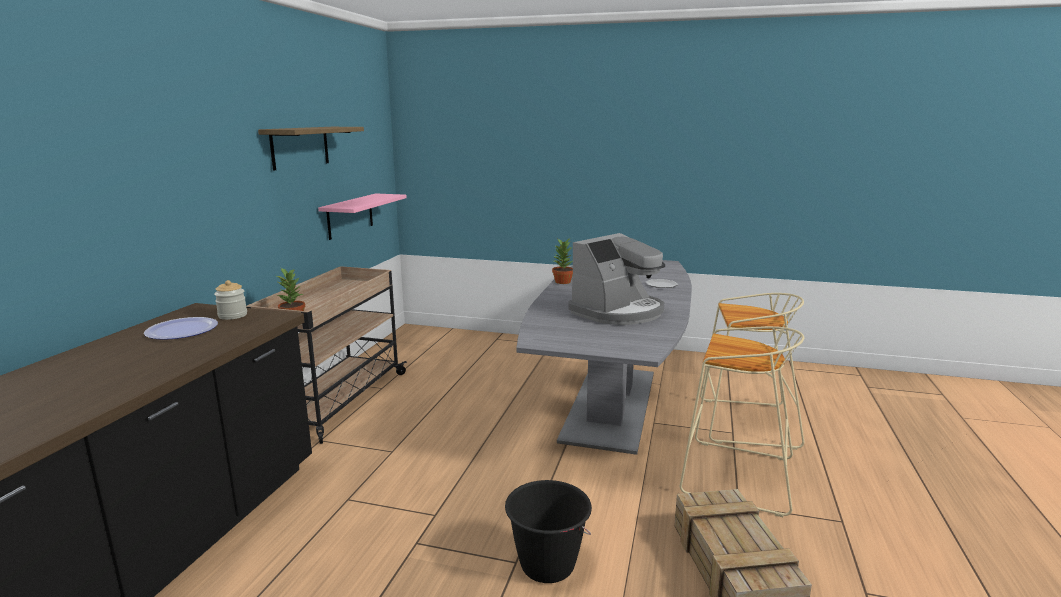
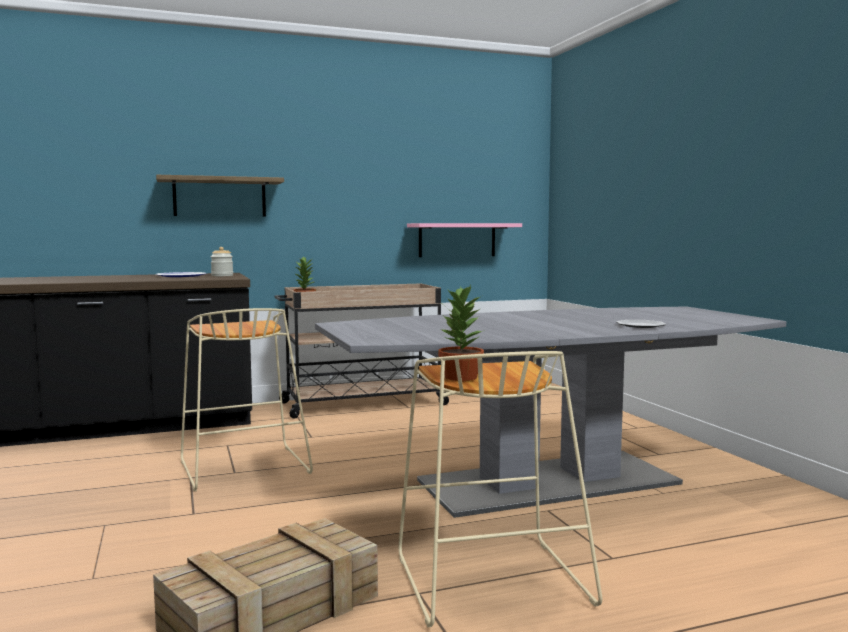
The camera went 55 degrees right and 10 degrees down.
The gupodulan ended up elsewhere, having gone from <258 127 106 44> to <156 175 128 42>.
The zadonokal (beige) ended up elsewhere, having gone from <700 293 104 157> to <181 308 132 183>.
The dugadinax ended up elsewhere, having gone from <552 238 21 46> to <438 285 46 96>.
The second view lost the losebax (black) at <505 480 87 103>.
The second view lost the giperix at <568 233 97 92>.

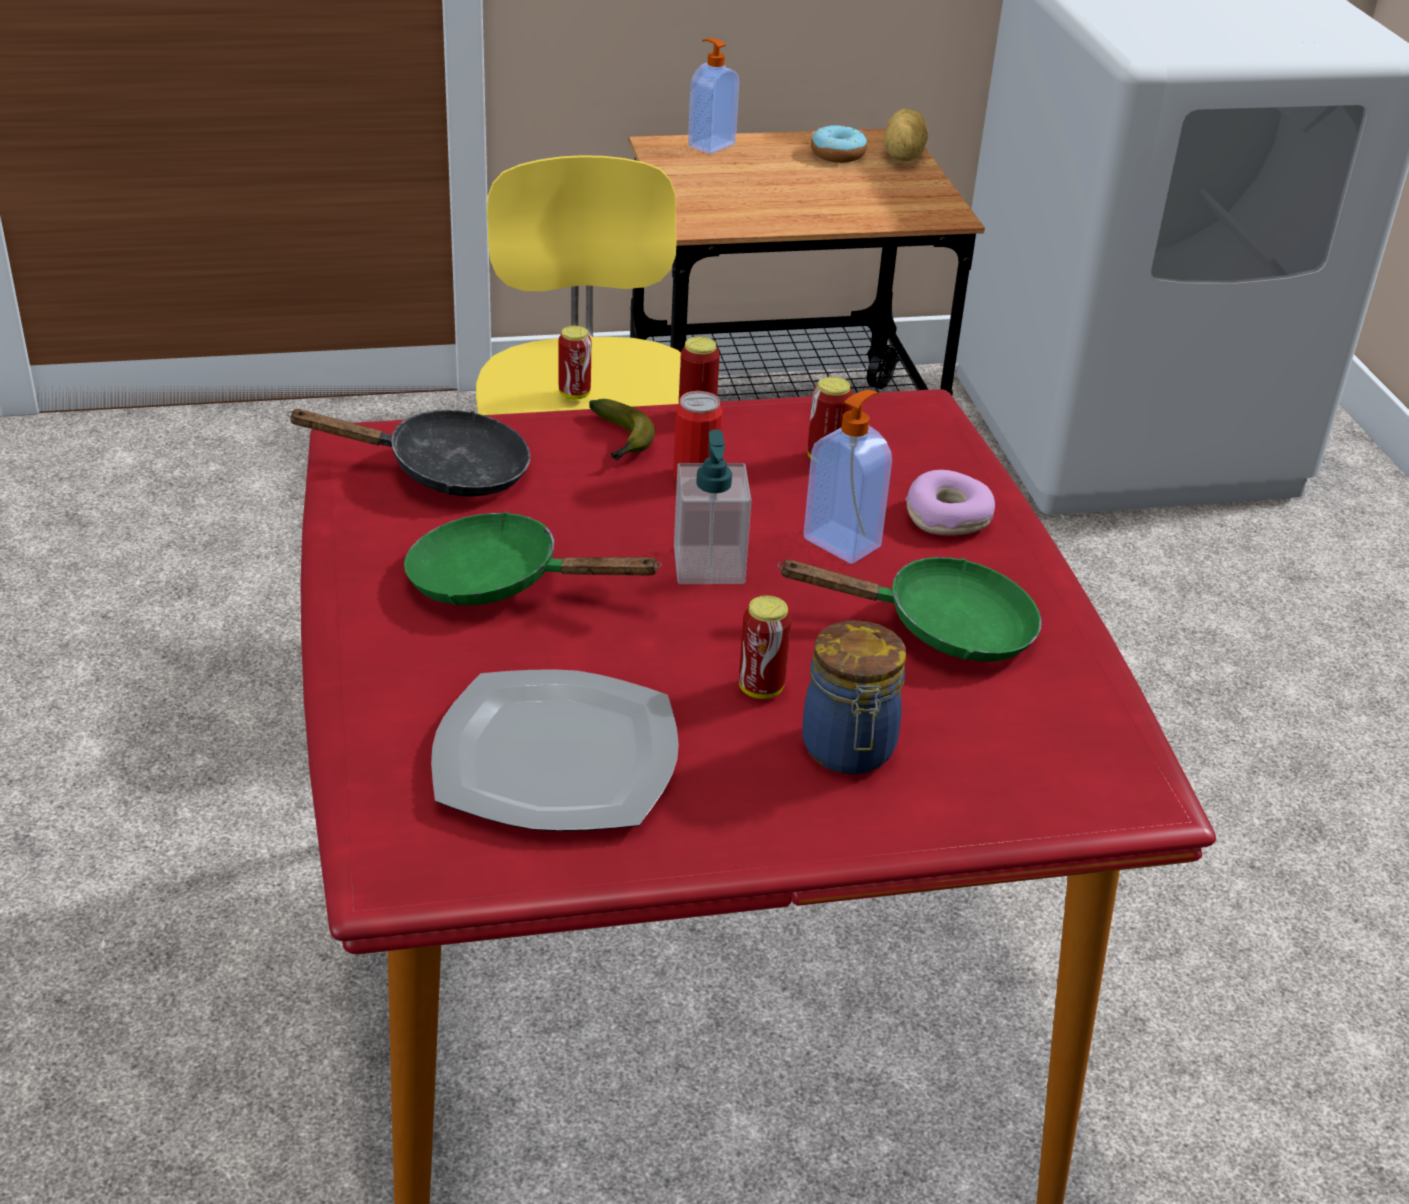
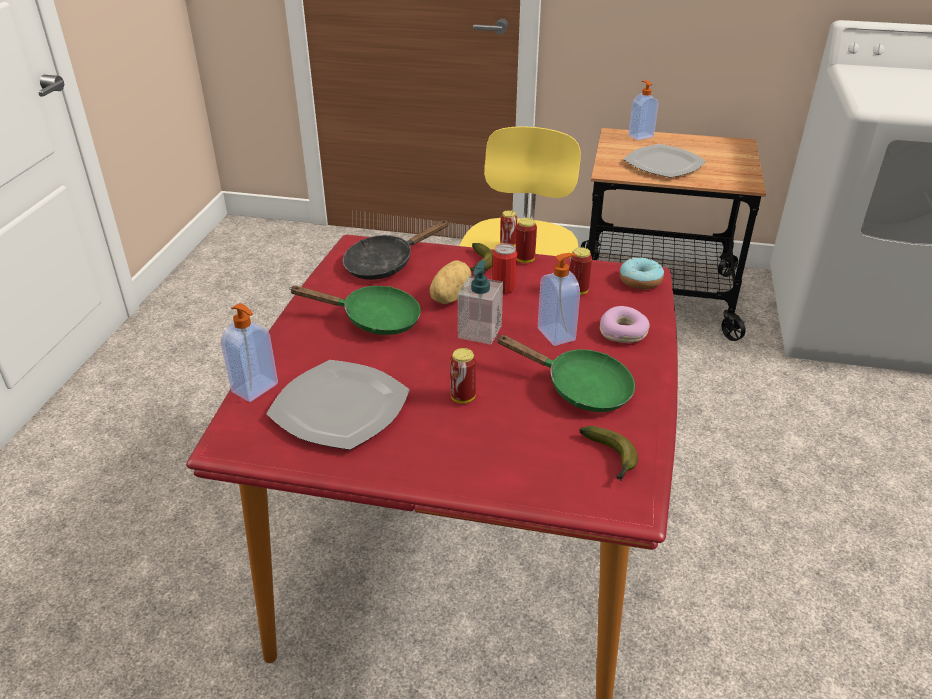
The camera went 25 degrees right and 0 degrees up.
The second view gained the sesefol at <221 303 57 99>.
The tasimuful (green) at <404 511 258 94> ended up facing another way, 150 degrees clockwise from before.
The tasimuful (black) at <287 409 244 88> ended up facing another way, 120 degrees clockwise from before.
The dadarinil ended up elsewhere, having gone from <883 109 45 52> to <430 260 41 44>.
The second view gained the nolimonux at <579 426 59 55>.
The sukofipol ended up elsewhere, having gone from <811 125 56 38> to <619 257 45 33>.
The second view gained the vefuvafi at <623 144 83 34>.
The second view lost the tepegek at <802 620 104 154>.

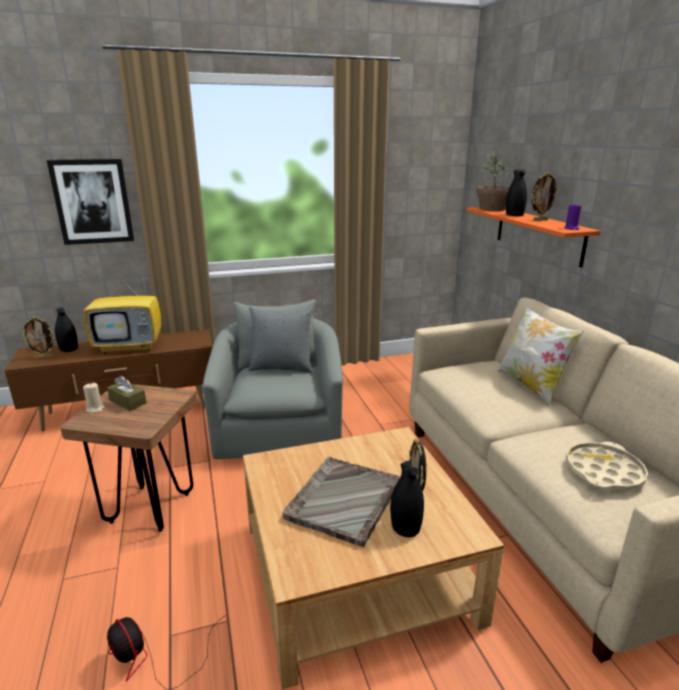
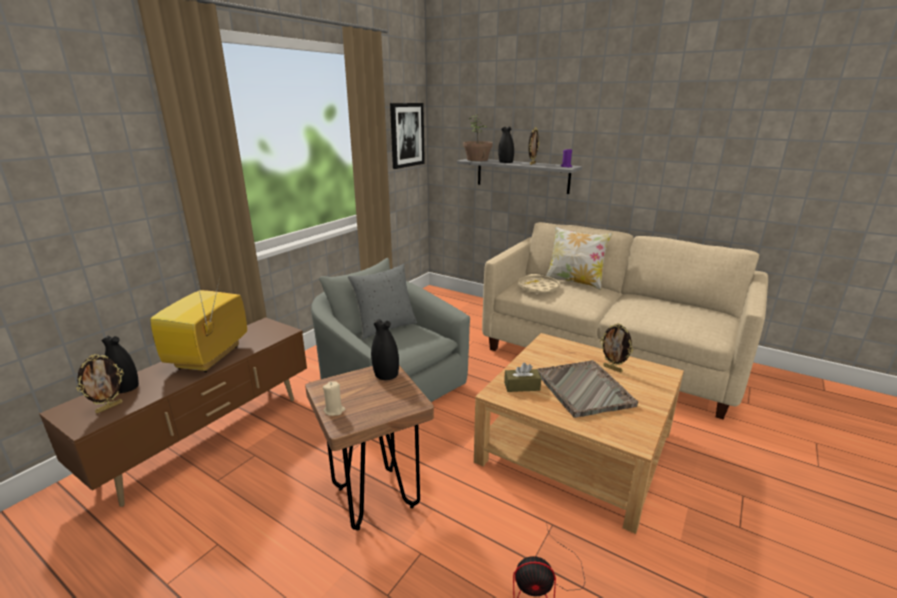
The camera went 40 degrees left and 0 degrees up.
The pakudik at <84 266 77 88> ended up facing another way, 150 degrees clockwise from before.
The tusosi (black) ended up elsewhere, having gone from <390 461 34 76> to <371 319 28 61>.
The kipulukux ended up elsewhere, having gone from <47 159 87 86> to <390 103 35 66>.
What was the gupodulan (orange) at <466 207 135 60> turned into the gupodulan (grey) at <457 159 125 35>.
The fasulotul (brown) ended up elsewhere, having gone from <107 375 39 36> to <504 363 37 29>.
The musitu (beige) ended up elsewhere, having gone from <566 442 82 49> to <518 274 42 19>.

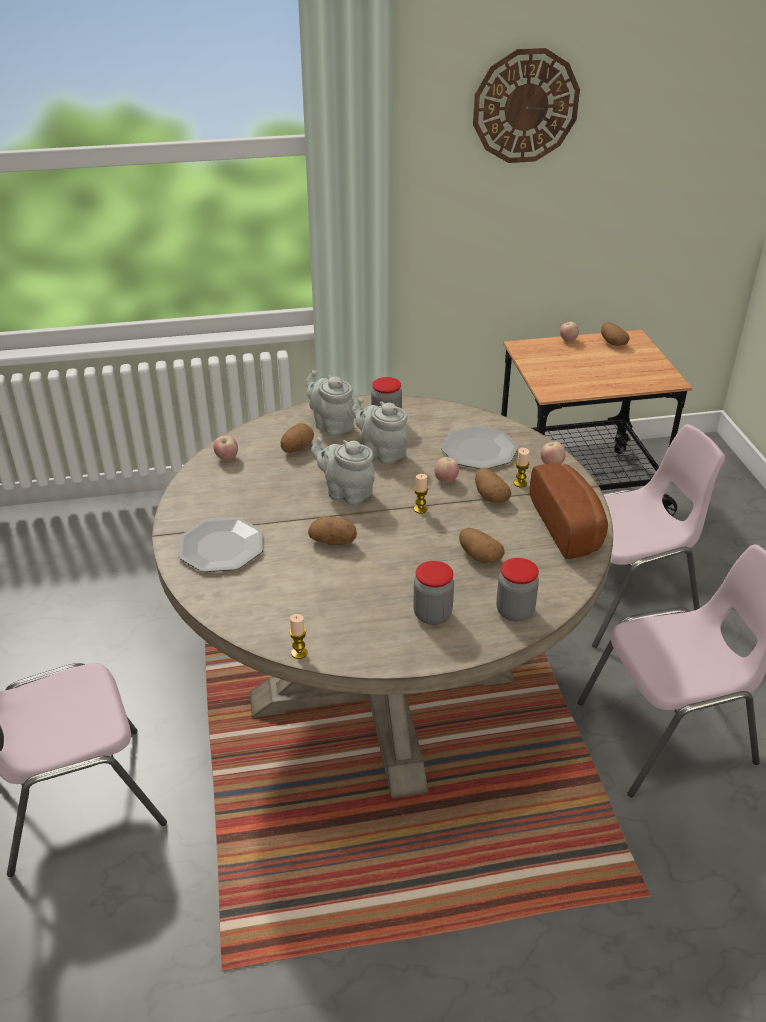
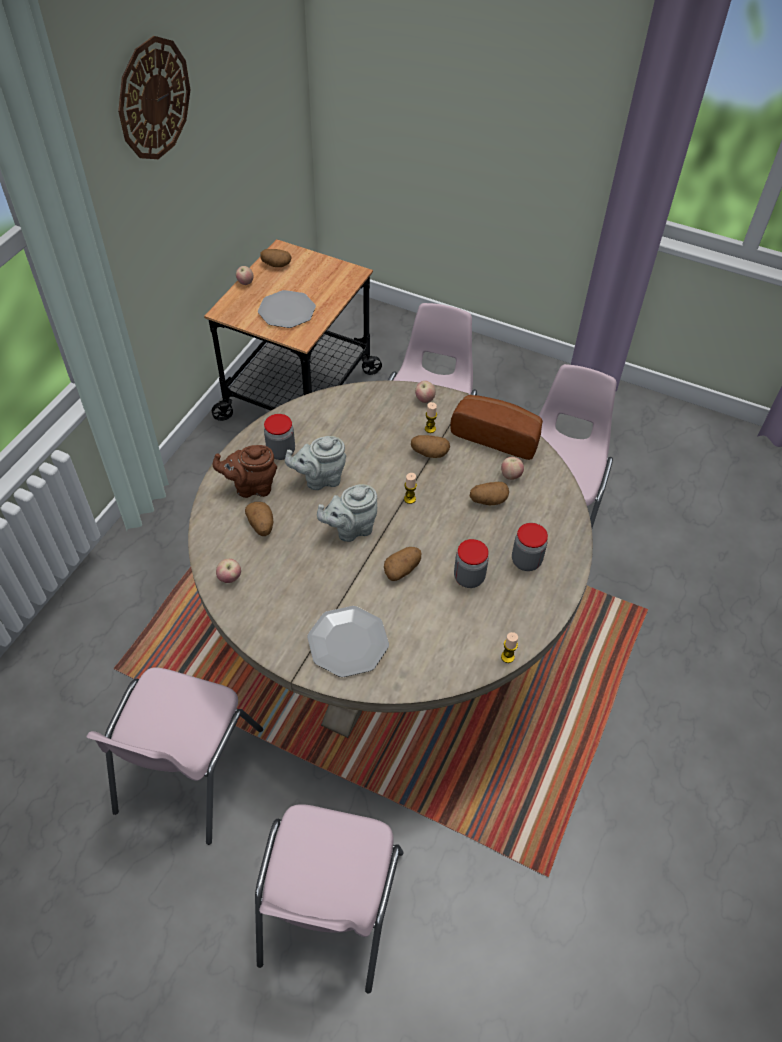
The camera went 55 degrees left and 15 degrees up.
The second view gained the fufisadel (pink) at <86 667 177 178>.
What was the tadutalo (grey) at <306 370 49 66> turned into the tadutalo (brown) at <213 445 64 53>.
The vefuvafi ended up elsewhere, having gone from <441 426 77 43> to <258 290 58 38>.
The tepegek ended up elsewhere, having gone from <496 558 43 63> to <454 539 35 49>.
The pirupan ended up elsewhere, having gone from <434 457 25 25> to <501 457 23 23>.

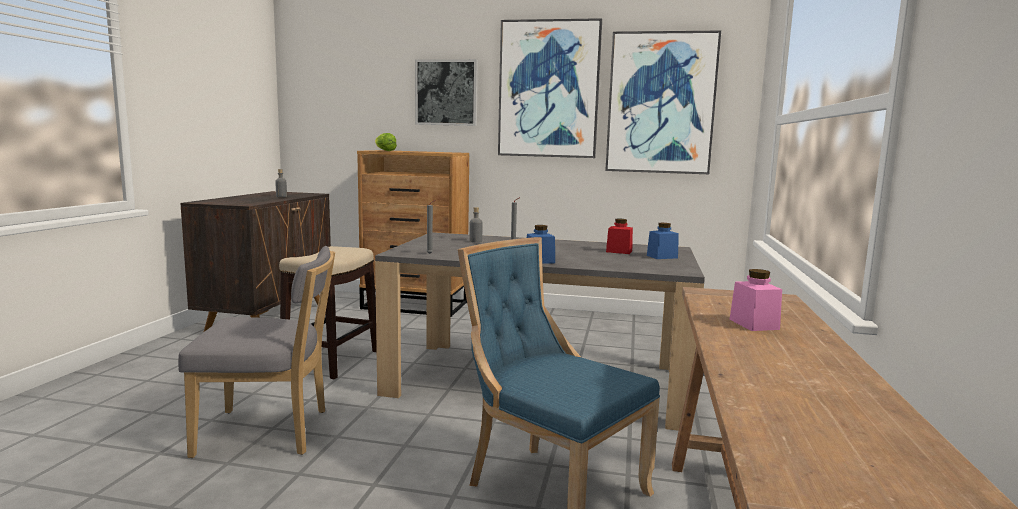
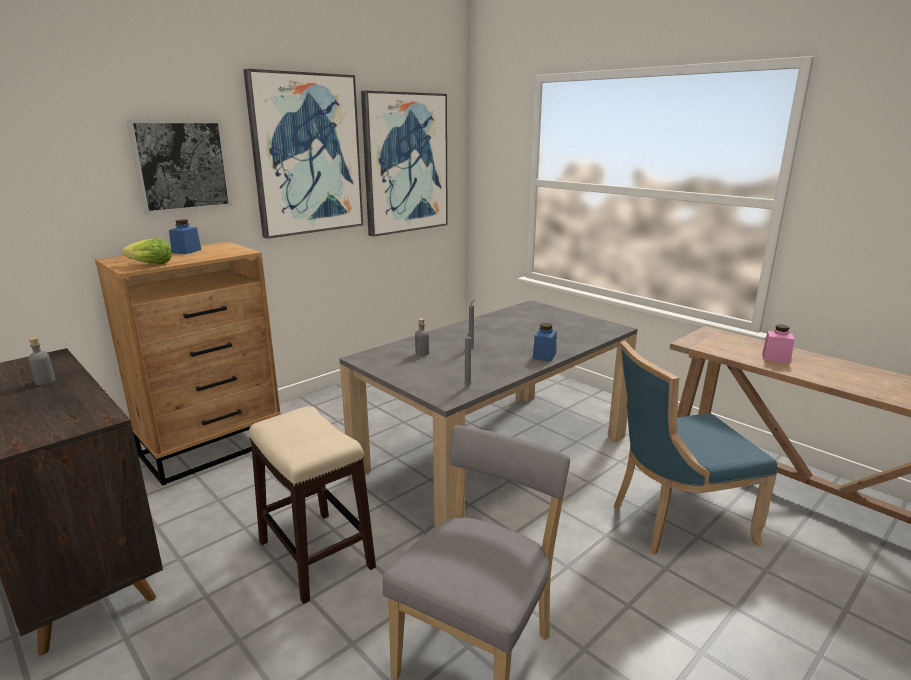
The camera went 55 degrees left and 10 degrees up.
The tepegek (blue) ended up elsewhere, having gone from <647 223 32 36> to <169 219 32 35>.
The second view lost the tepegek (red) at <606 219 27 35>.

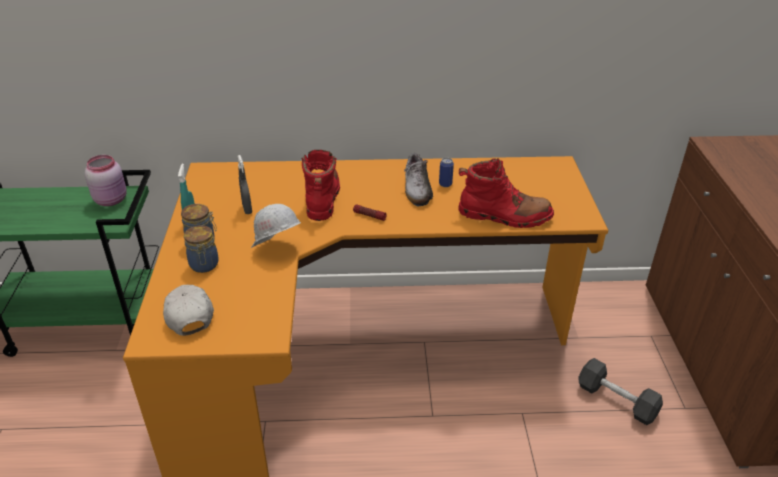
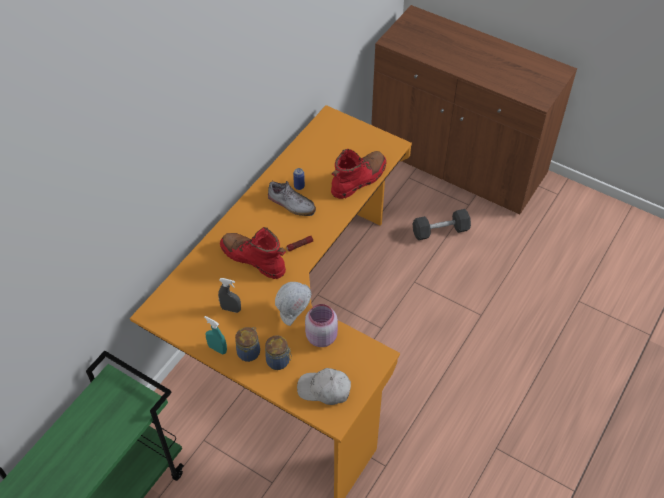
The camera went 55 degrees left and 15 degrees up.
The tepegek (pink) ended up elsewhere, having gone from <85 155 42 51> to <305 304 33 43>.

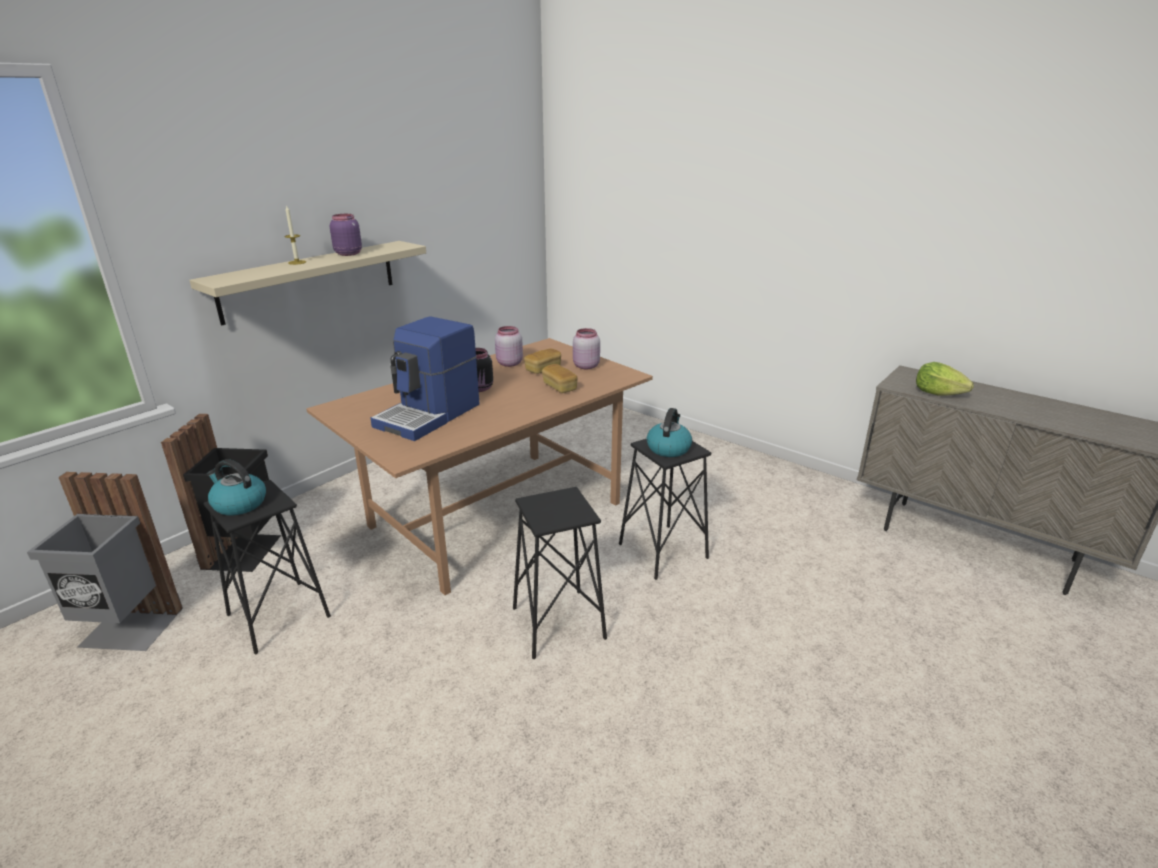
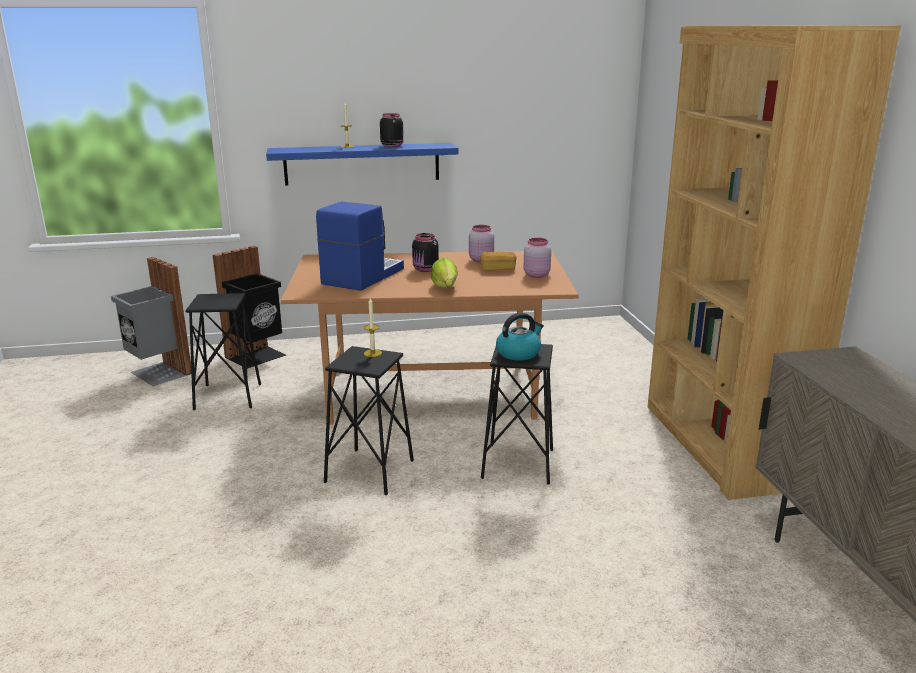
The camera went 40 degrees right and 5 degrees down.
What was the gupodulan (beige) at <189 241 237 84> turned into the gupodulan (blue) at <266 143 193 43>.
The giperix at <370 316 109 125> ended up facing another way, 135 degrees clockwise from before.
The second view gained the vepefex at <364 298 18 59>.
What was the tepegek (purple) at <330 214 32 42> turned into the tepegek (black) at <380 113 24 34>.
The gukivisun ended up elsewhere, having gone from <916 362 58 33> to <431 258 27 30>.
The second view gained the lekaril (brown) at <648 26 253 474>.
The second view lost the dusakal at <207 459 59 56>.
The second view lost the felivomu at <542 364 36 29>.

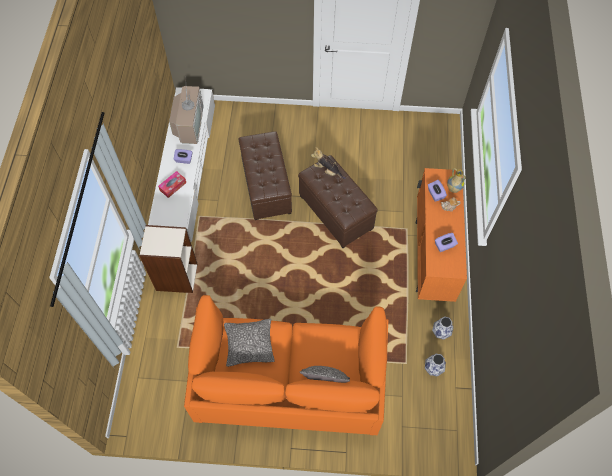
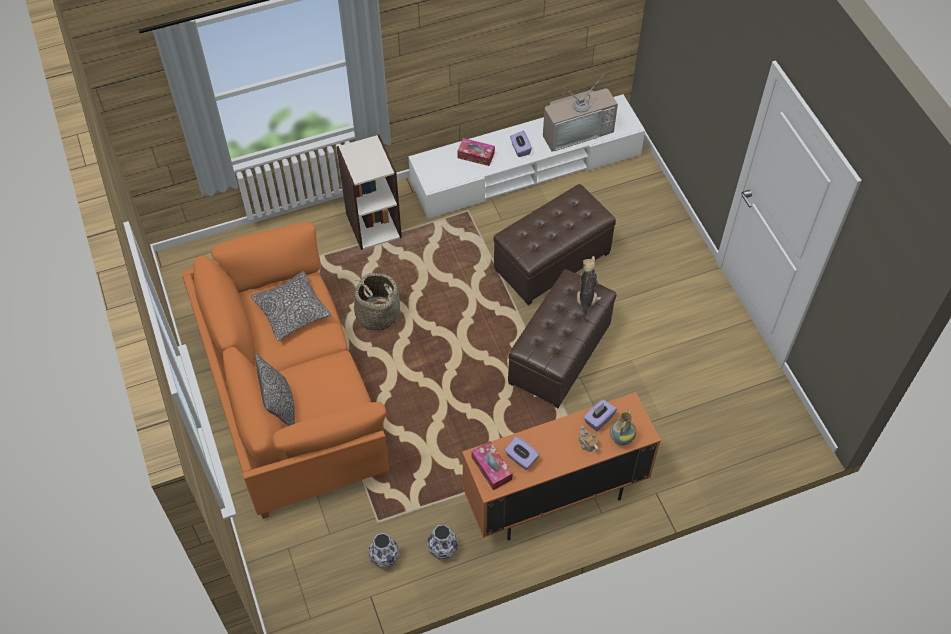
The camera went 65 degrees right and 5 degrees down.
The second view gained the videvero at <350 273 51 58>.
The second view gained the fasulotul at <471 441 42 49>.

